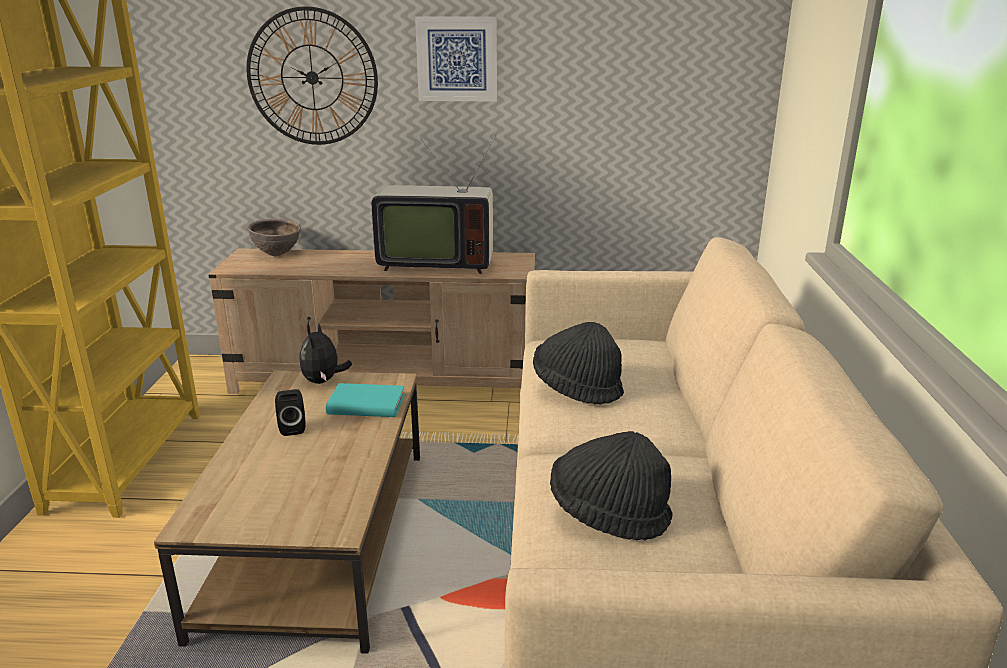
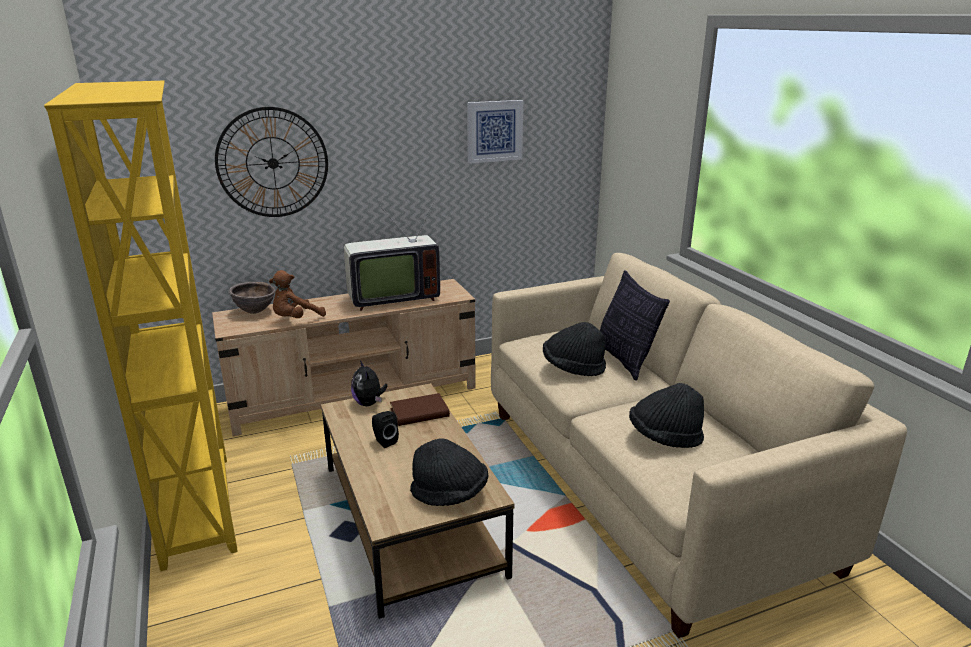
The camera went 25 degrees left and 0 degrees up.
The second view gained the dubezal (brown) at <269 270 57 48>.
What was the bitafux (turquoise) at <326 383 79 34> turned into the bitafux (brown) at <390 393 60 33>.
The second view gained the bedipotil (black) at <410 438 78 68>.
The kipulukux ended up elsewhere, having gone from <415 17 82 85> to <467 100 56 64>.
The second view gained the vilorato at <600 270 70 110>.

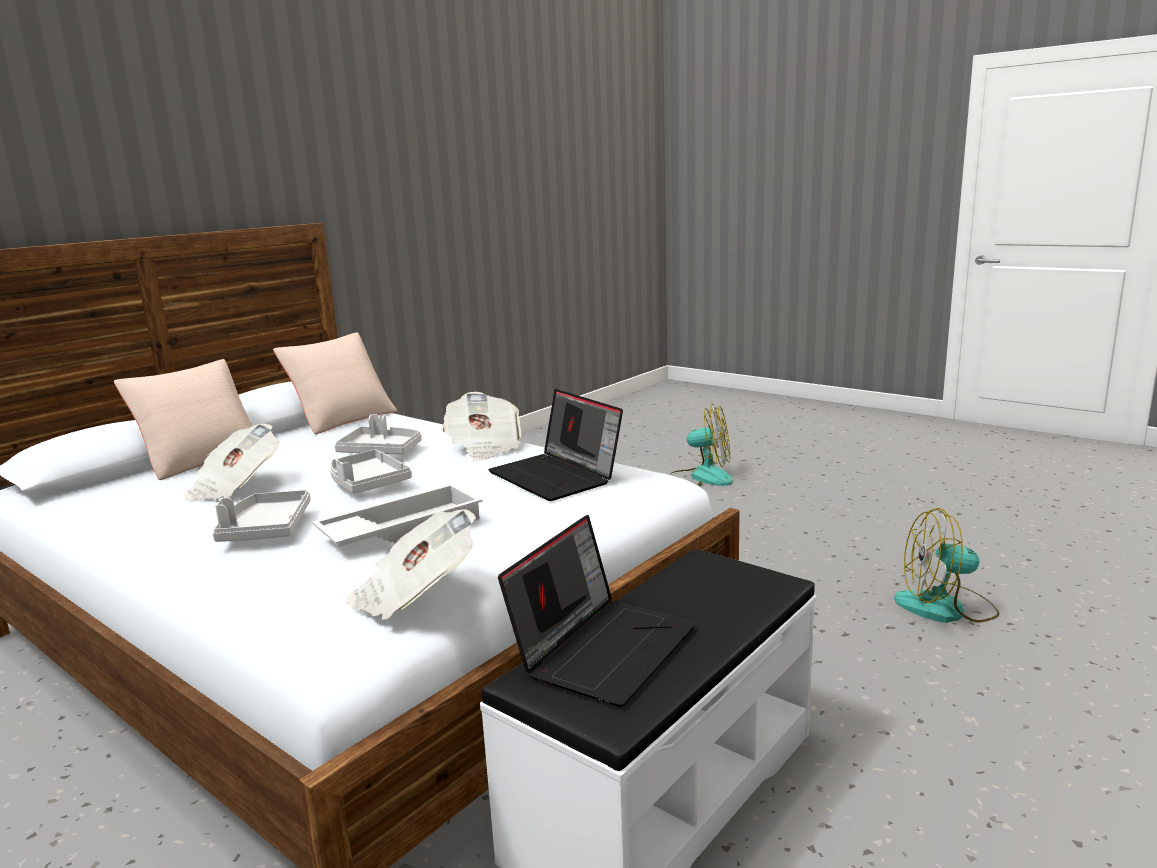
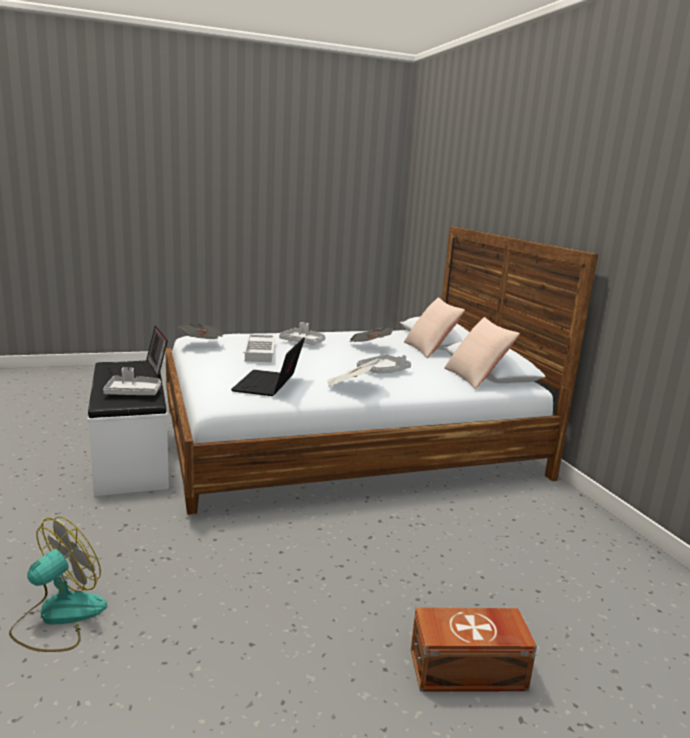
The camera went 120 degrees right and 0 degrees up.
The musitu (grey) ended up elsewhere, having gone from <330 449 82 44> to <103 368 58 27>.
The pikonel at <488 389 135 112> ended up facing another way, 75 degrees counterclockwise from before.
Where the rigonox stood at <669 404 64 82>, the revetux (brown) came to stand at <411 607 126 85>.

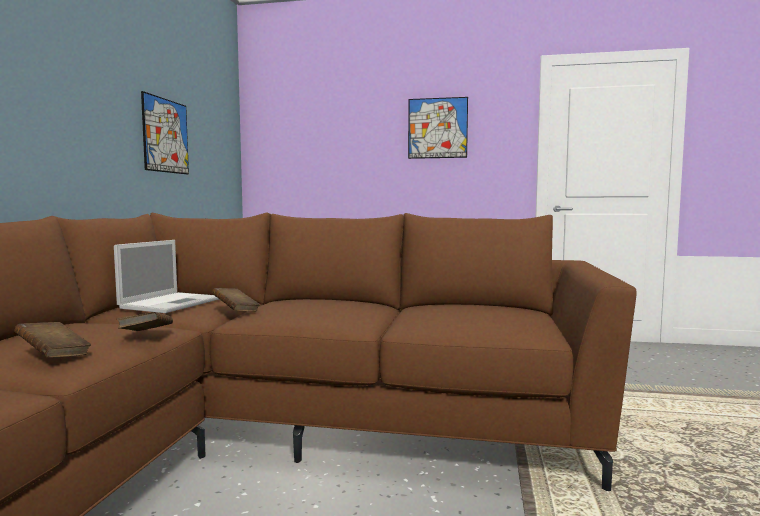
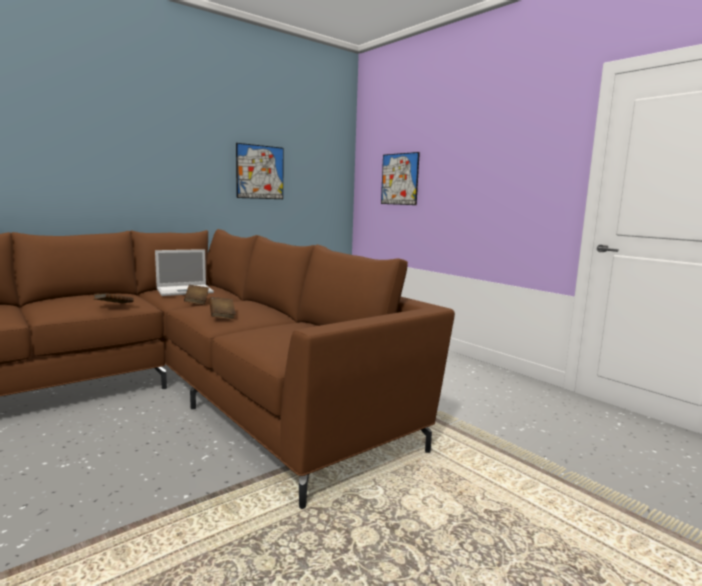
The camera went 40 degrees right and 5 degrees up.
The bitafux (brown) ended up elsewhere, having gone from <14 322 77 36> to <209 297 27 22>.
The kipulukux ended up elsewhere, having gone from <408 97 60 62> to <381 152 39 53>.

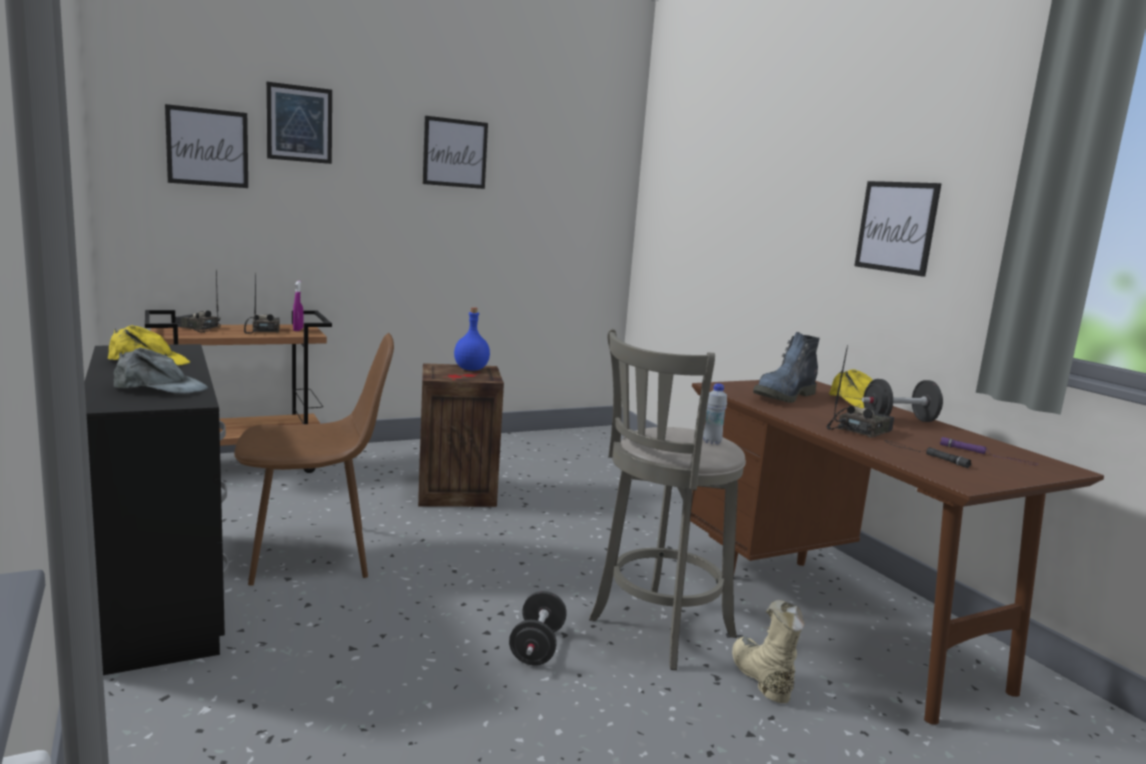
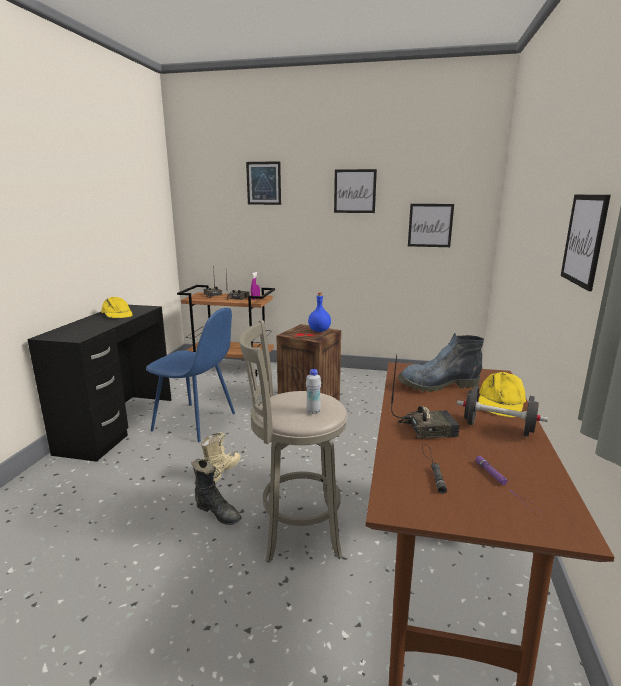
The camera went 40 degrees right and 5 degrees up.
What was the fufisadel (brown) at <234 333 160 253> turned into the fufisadel (blue) at <146 308 89 134>.
Where the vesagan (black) stood at <509 591 58 74>, the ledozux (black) came to stand at <191 459 50 66>.
The ledozux (beige) ended up elsewhere, having gone from <732 600 72 103> to <201 432 40 50>.
The kipulukux ended up elsewhere, having gone from <165 104 83 84> to <408 204 46 43>.
The second view lost the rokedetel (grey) at <113 348 95 46>.

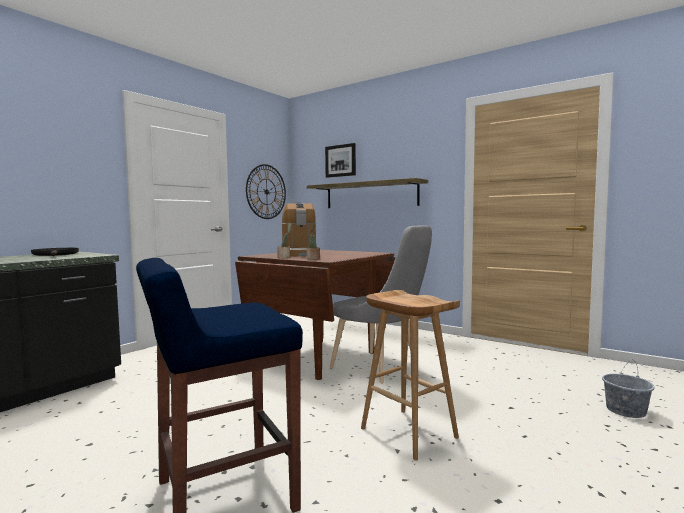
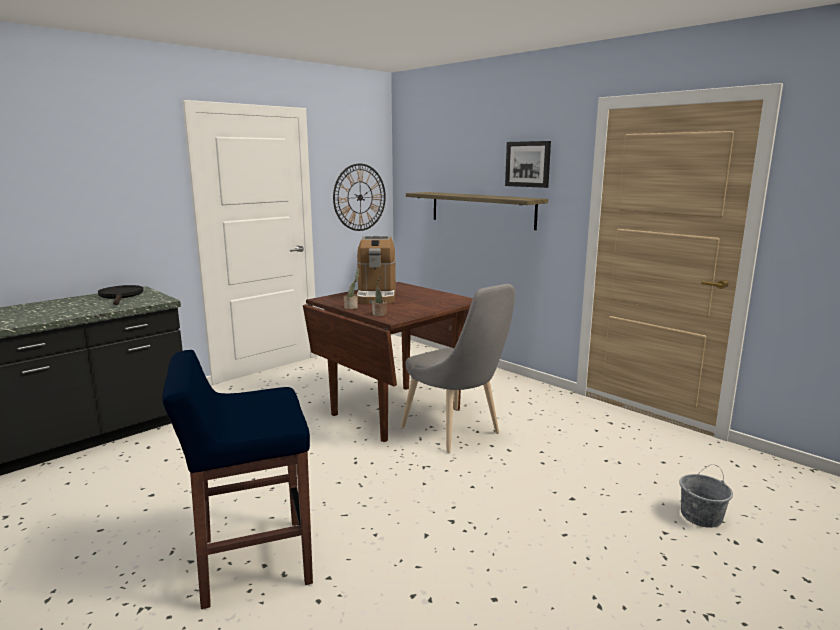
The camera went 10 degrees right and 10 degrees up.
The kipulukux ended up elsewhere, having gone from <325 143 31 35> to <505 141 46 47>.
The second view lost the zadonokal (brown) at <361 290 99 171>.

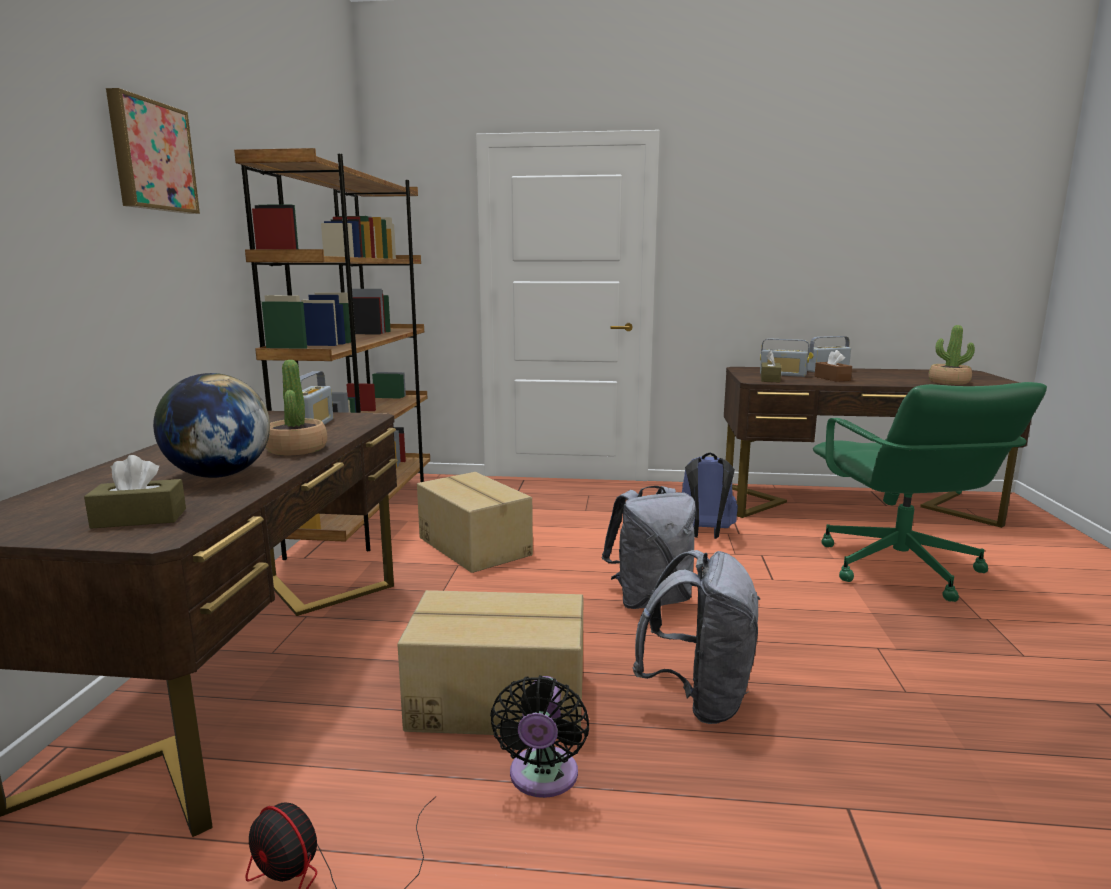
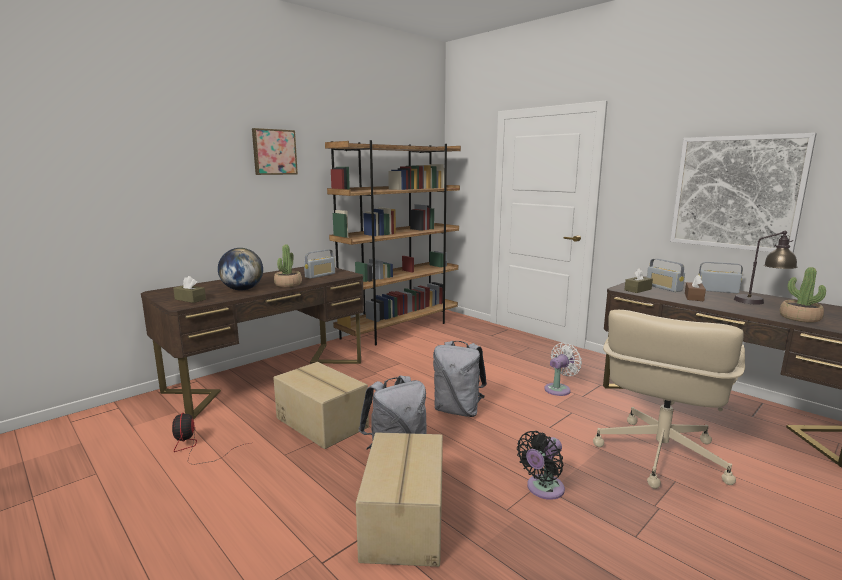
The camera went 40 degrees right and 0 degrees up.
The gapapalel ended up elsewhere, having gone from <417 472 116 101> to <356 432 87 135>.
The rigonox (black) ended up elsewhere, having gone from <490 676 99 122> to <517 431 48 69>.
Where the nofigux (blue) stood at <682 452 56 87>, the rigonox (white) came to stand at <544 343 38 53>.
What was the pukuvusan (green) at <813 382 234 220> turned into the pukuvusan (beige) at <593 310 152 179>.
The second view gained the kipulukux at <670 133 147 120>.
The second view gained the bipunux at <734 231 63 74>.

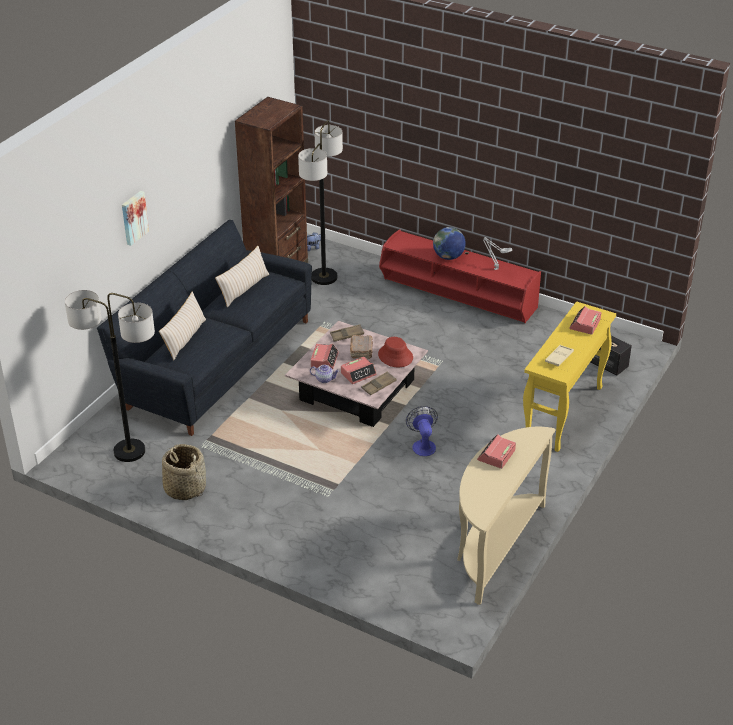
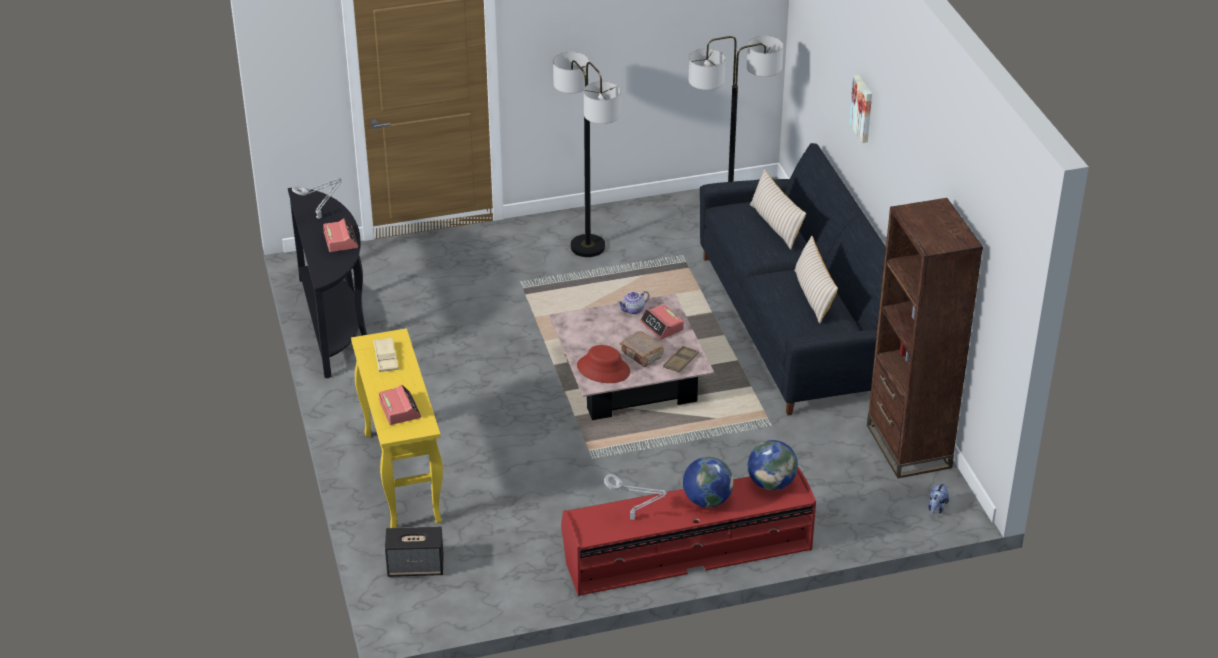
The camera went 135 degrees right and 0 degrees up.
What was the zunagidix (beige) at <457 427 98 178> turned into the zunagidix (black) at <288 188 79 190>.
The second view gained the bipunux (grey) at <292 178 50 41>.
The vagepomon ended up elsewhere, having gone from <298 120 45 165> to <553 52 68 205>.
The second view gained the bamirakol at <748 440 50 50>.
The second view lost the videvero at <162 444 44 56>.
The second view lost the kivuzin at <341 357 36 27>.
The second view lost the musitu (brown) at <362 371 34 24>.
The second view lost the rigonox at <406 406 32 50>.

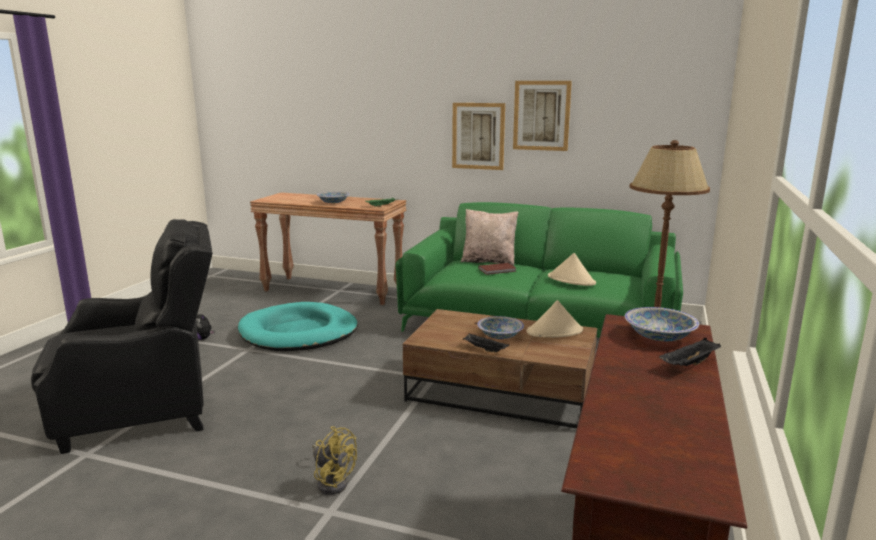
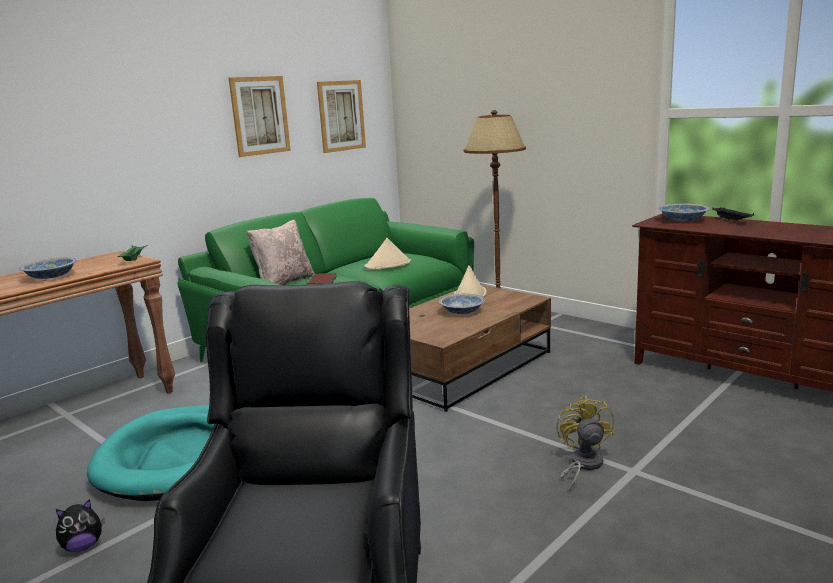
The camera went 65 degrees left and 0 degrees up.
The kipulukux ended up elsewhere, having gone from <452 103 53 67> to <317 80 49 73>.
The rigonox (yellow) at <312 426 45 69> ended up facing another way, 60 degrees counterclockwise from before.
The second view lost the musitu (black) at <463 333 46 19>.

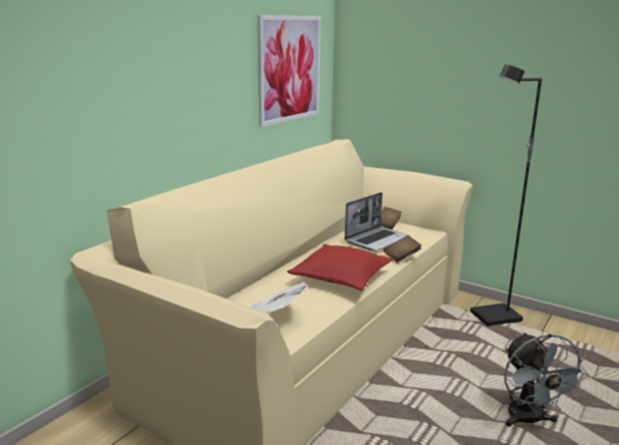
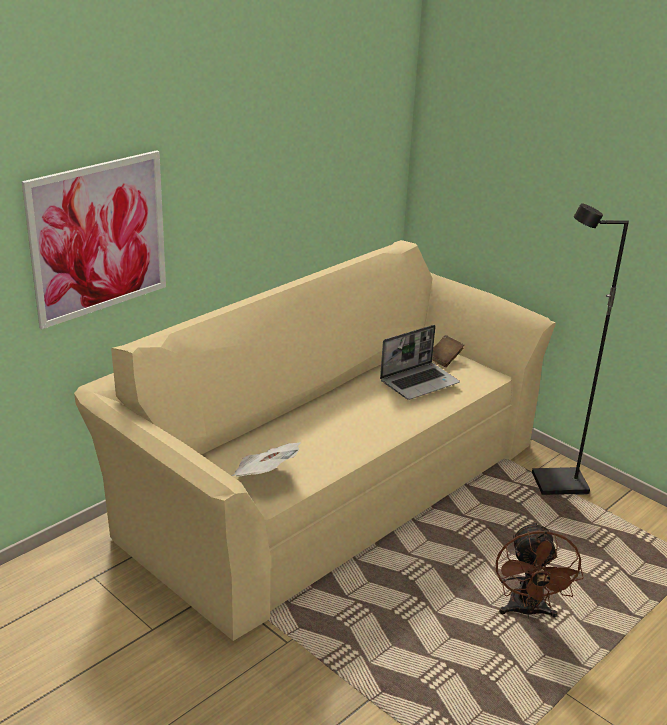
The camera went 10 degrees right and 10 degrees up.
The kipulukux ended up elsewhere, having gone from <258 15 63 112> to <22 150 144 179>.
What was the rigonox (grey) at <504 333 86 94> turned into the rigonox (brown) at <496 521 88 98>.
The second view lost the vilorato (red) at <287 244 106 47>.
The second view lost the bitafux (brown) at <383 235 39 27>.

